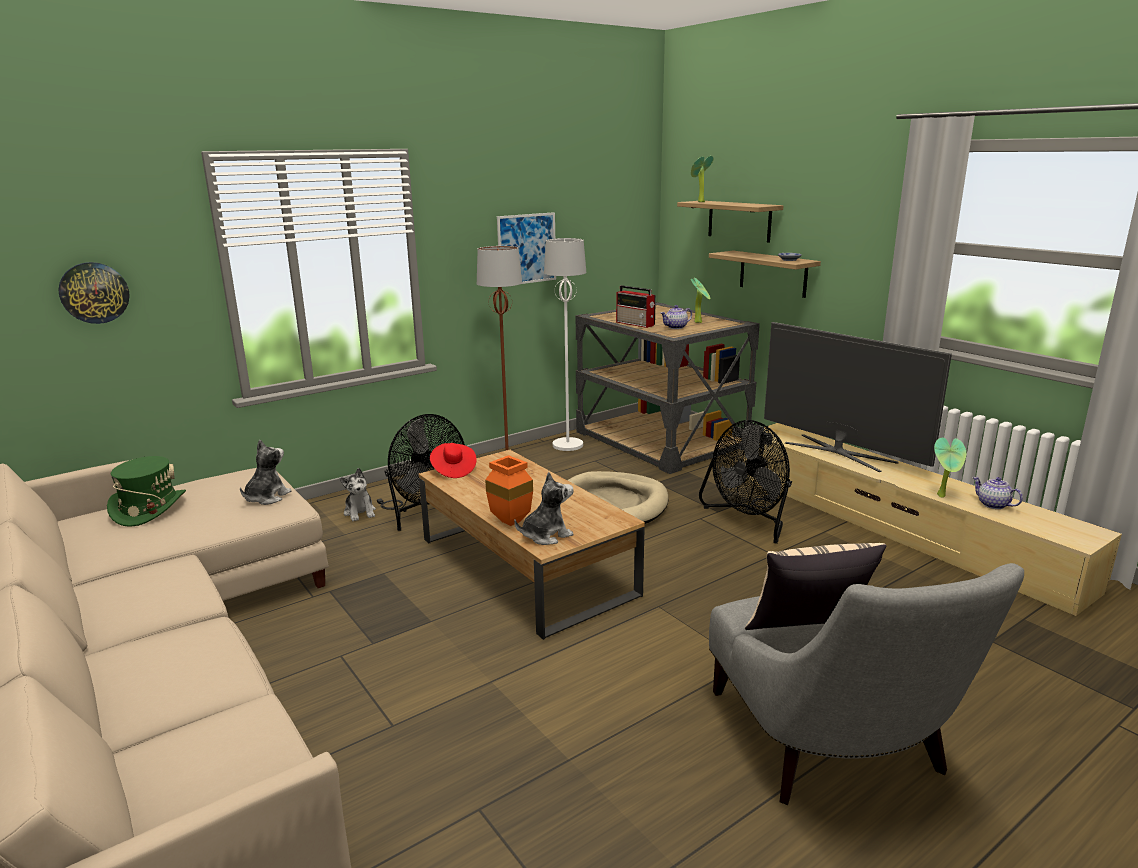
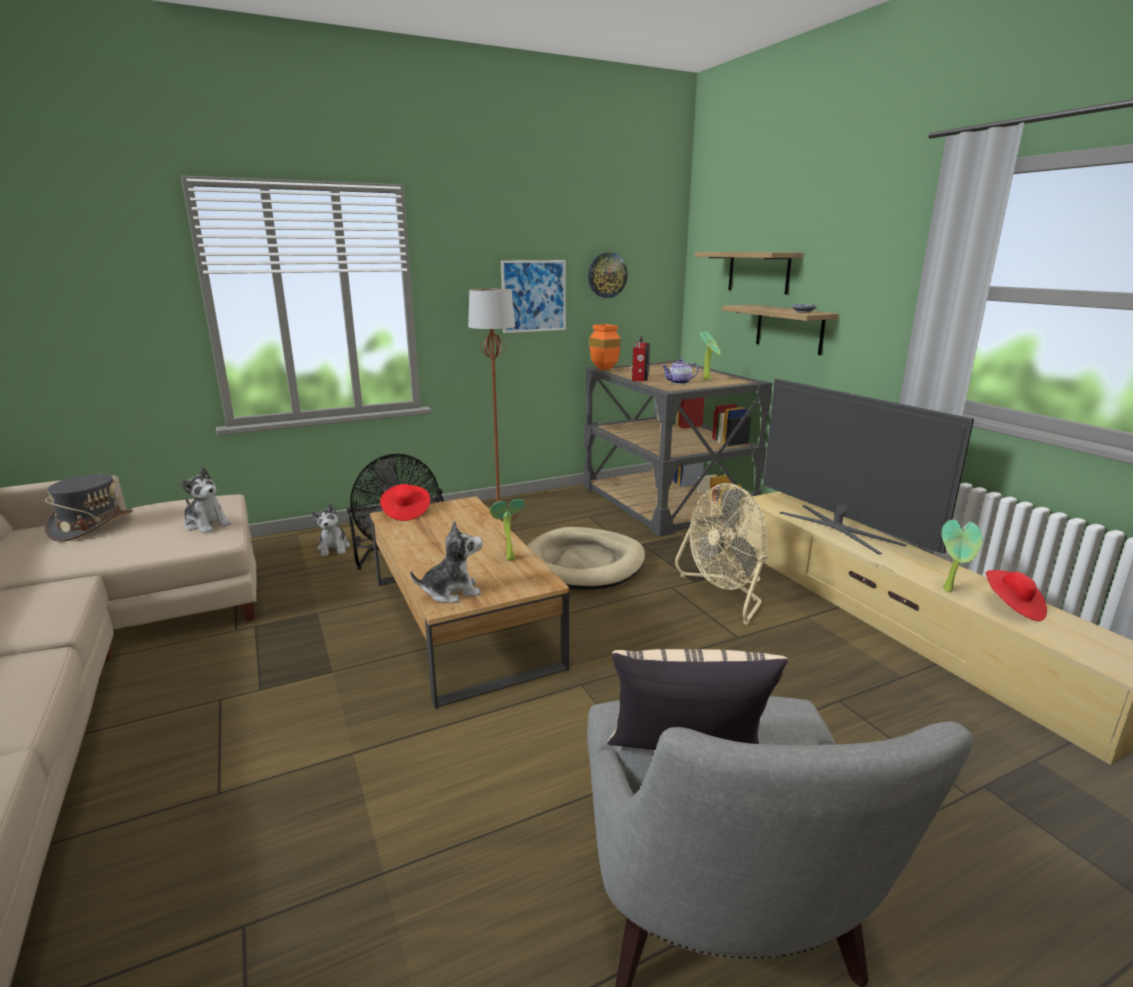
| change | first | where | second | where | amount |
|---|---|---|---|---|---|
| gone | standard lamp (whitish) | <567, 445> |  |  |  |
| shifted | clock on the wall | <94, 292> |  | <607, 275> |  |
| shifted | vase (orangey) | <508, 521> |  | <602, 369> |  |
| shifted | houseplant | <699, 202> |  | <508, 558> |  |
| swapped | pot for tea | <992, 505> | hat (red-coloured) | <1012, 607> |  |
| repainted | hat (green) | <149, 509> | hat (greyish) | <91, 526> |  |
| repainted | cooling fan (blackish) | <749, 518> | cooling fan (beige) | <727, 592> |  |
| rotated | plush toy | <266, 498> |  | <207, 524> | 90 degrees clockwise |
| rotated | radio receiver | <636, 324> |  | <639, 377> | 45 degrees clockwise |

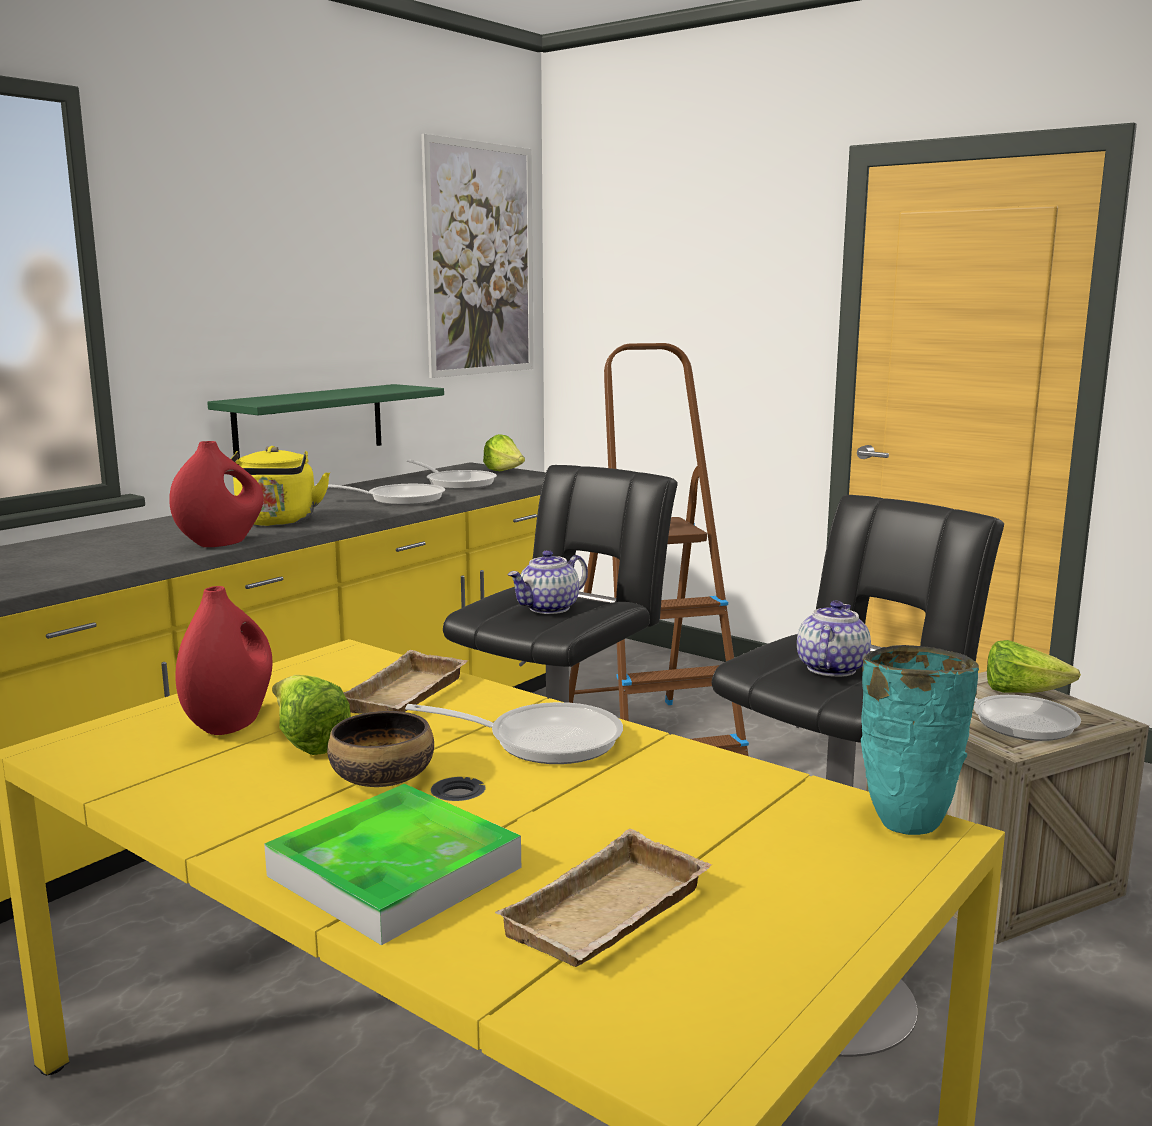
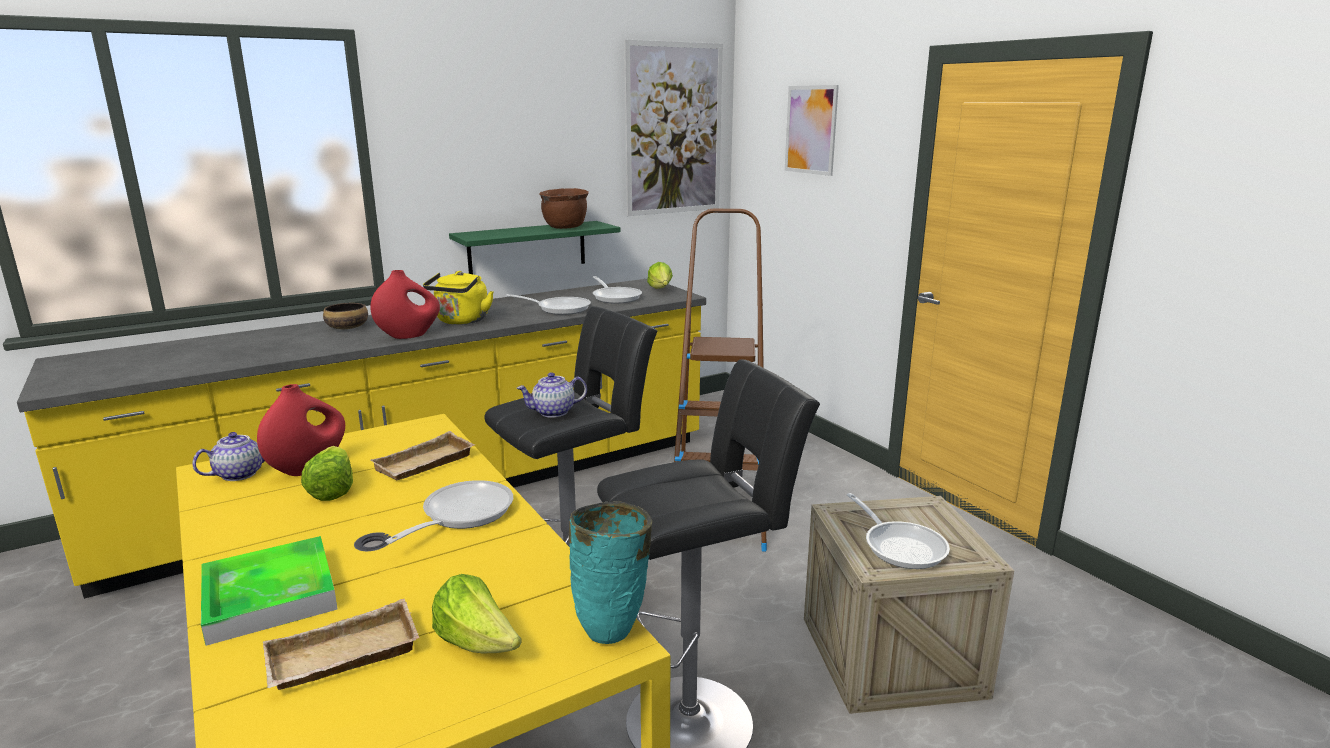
| change | first | where | second | where | amount |
|---|---|---|---|---|---|
| new |  |  | stockpot (brown) | <565, 227> |  |
| new |  |  | wall picture | <811, 130> |  |
| shifted | bowl | <382, 778> |  | <347, 327> |  |
| shifted | pot for tea | <830, 668> |  | <240, 474> |  |
| shifted | lettuce | <1021, 693> |  | <478, 643> |  |
| rotated | frying pan | <543, 740> |  | <462, 514> | 90 degrees counterclockwise |

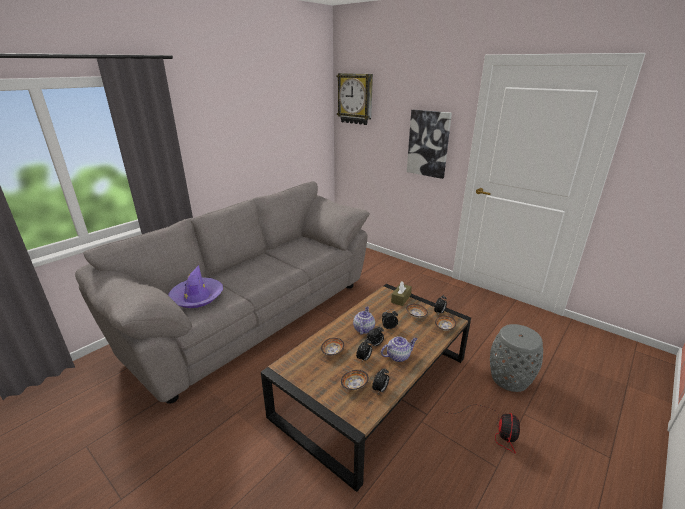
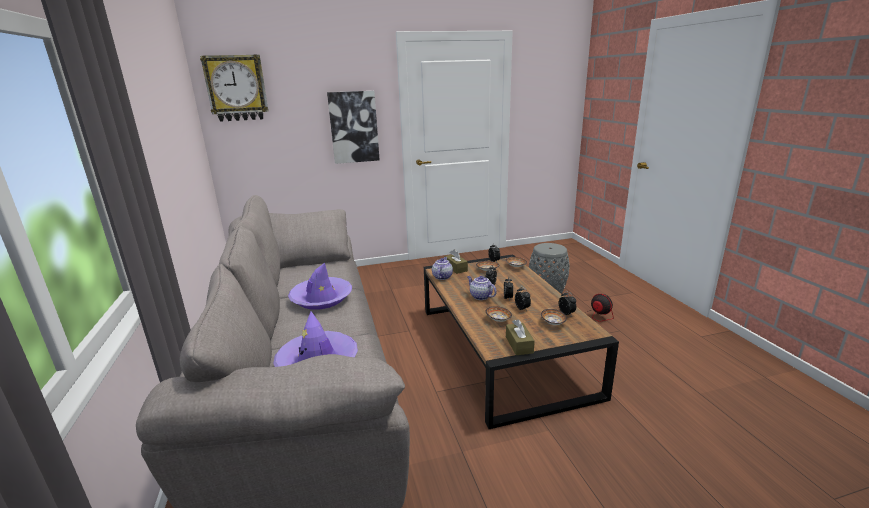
| change | first | where | second | where | amount |
|---|---|---|---|---|---|
| new |  |  | hat (purple-coloured) | <321, 298> |  |
| new |  |  | tissue holder (brown) | <519, 345> |  |
| shifted | pot for tea | <398, 356> |  | <442, 277> |  |

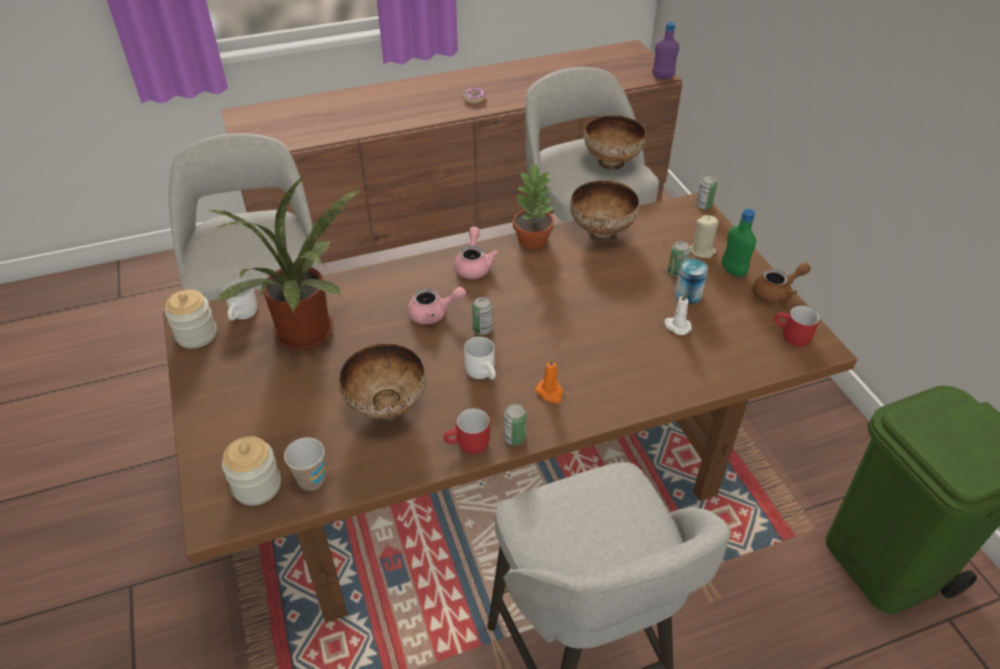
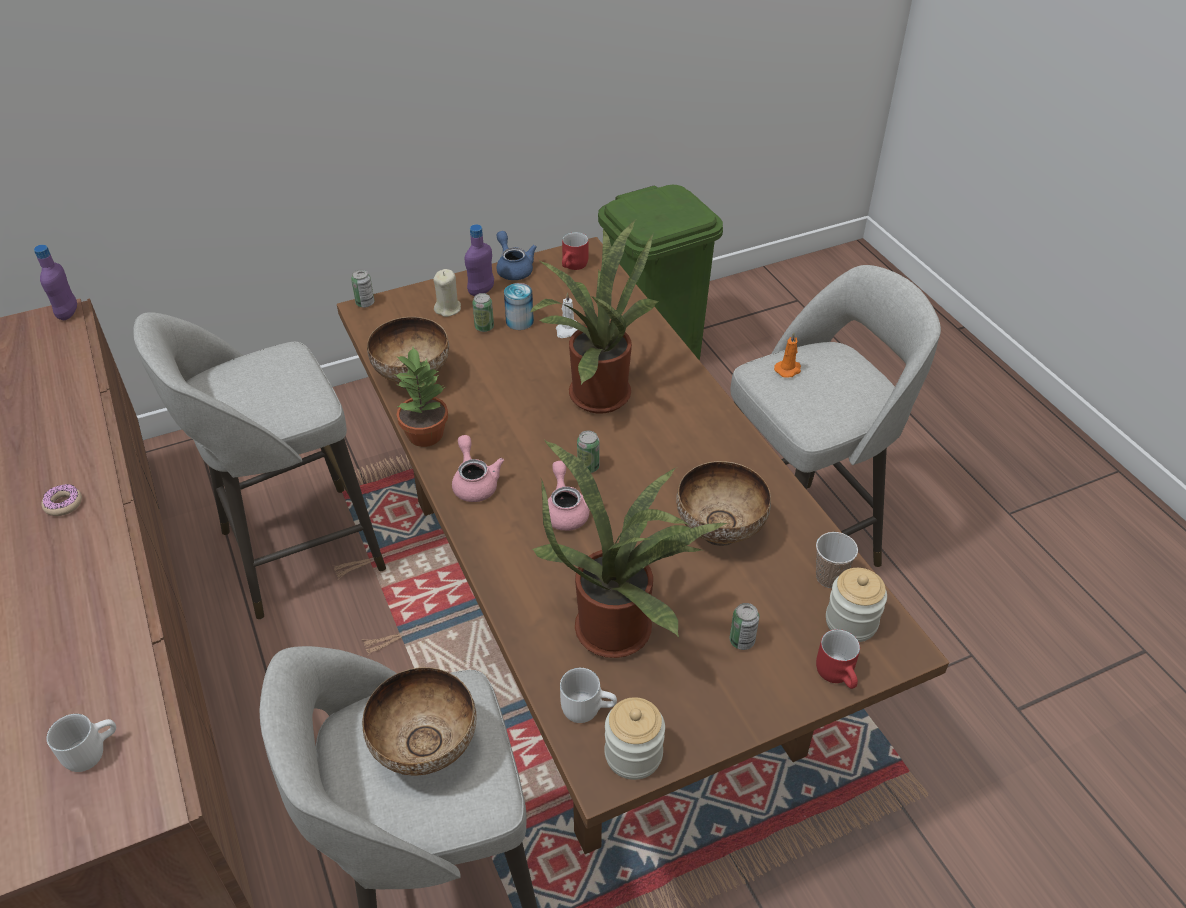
| change | first | where | second | where | amount |
|---|---|---|---|---|---|
| new |  |  | houseplant | <595, 392> |  |
| shifted | coffee mug (red-coloured) | <469, 446> |  | <839, 674> |  |
| shifted | coffee mug (whitish) | <484, 372> |  | <90, 750> |  |
| shifted | can | <514, 438> |  | <742, 641> |  |
| shifted | wax light (orangey) | <550, 392> |  | <788, 369> |  |
| shifted | bowl | <612, 163> |  | <426, 748> |  |
| repainted | drink bottle (green) | <733, 271> | drink bottle (purple-coloured) | <481, 291> |  |
| repainted | pot for tea (brown) | <776, 293> | pot for tea (blue-coloured) | <513, 268> |  |
| rotated | pot for tea (pink-coloured) | <474, 265> |  | <475, 482> | 75 degrees clockwise |

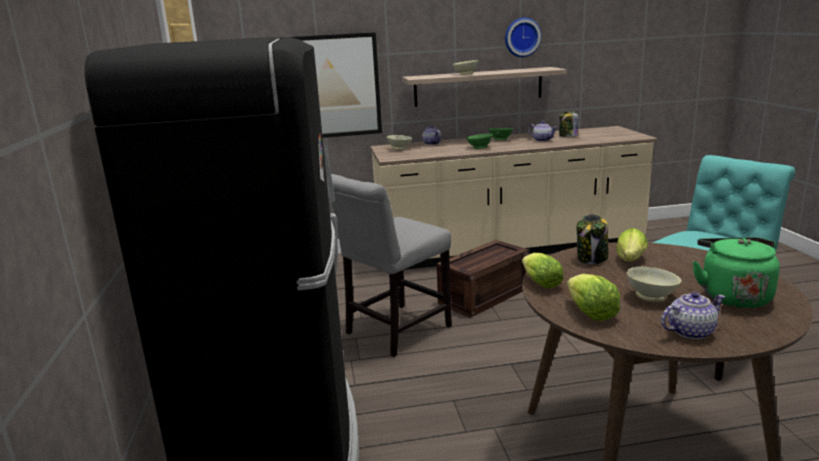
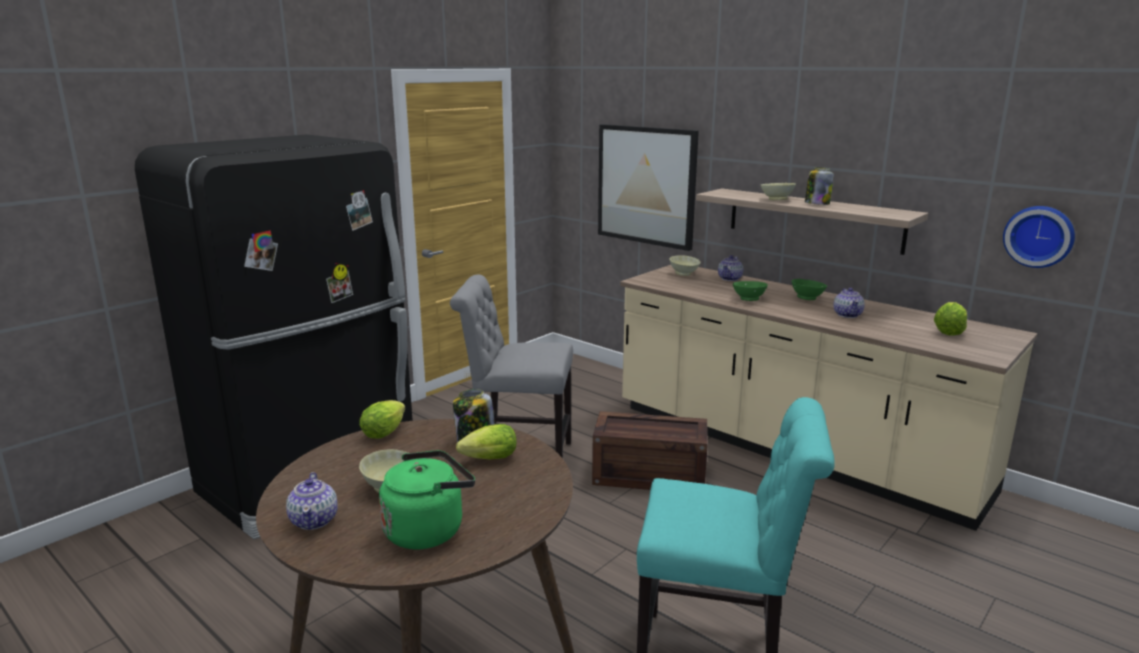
| change | first | where | second | where | amount |
|---|---|---|---|---|---|
| shifted | clock on the wall | <521, 37> |  | <1039, 236> |  |
| shifted | jar | <568, 136> |  | <817, 204> |  |
| shifted | lettuce | <590, 313> |  | <949, 331> |  |
| rotated | pot for tea | <689, 332> |  | <314, 520> | 45 degrees clockwise |

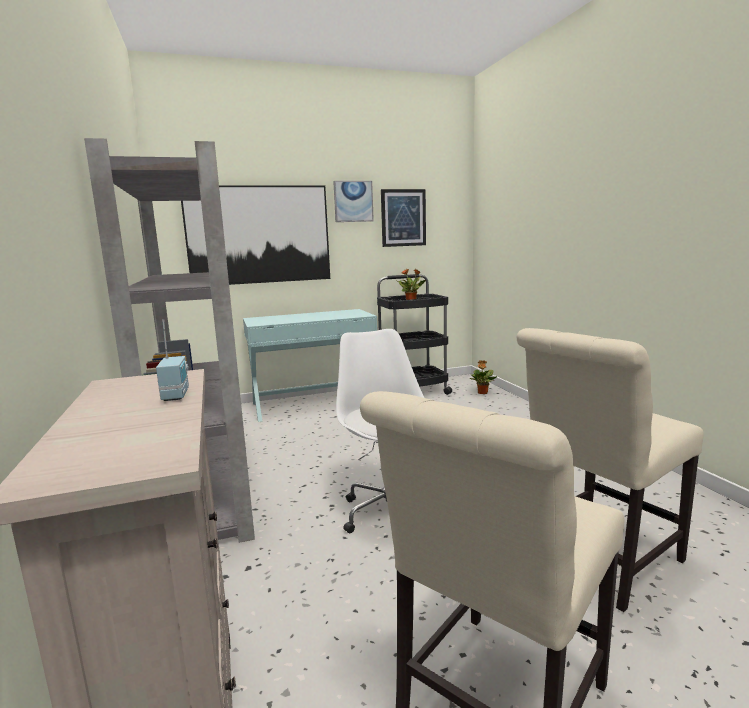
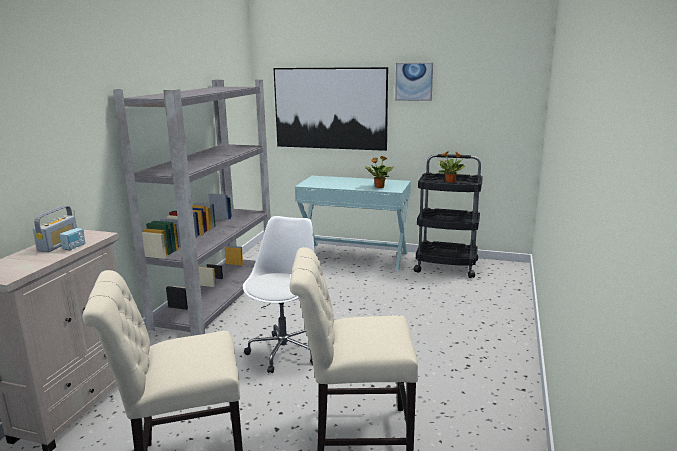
| change | first | where | second | where | amount |
|---|---|---|---|---|---|
| gone | wall picture | <403, 218> |  |  |  |
| new |  |  | radio receiver | <58, 244> |  |
| shifted | houseplant | <482, 393> |  | <379, 187> |  |

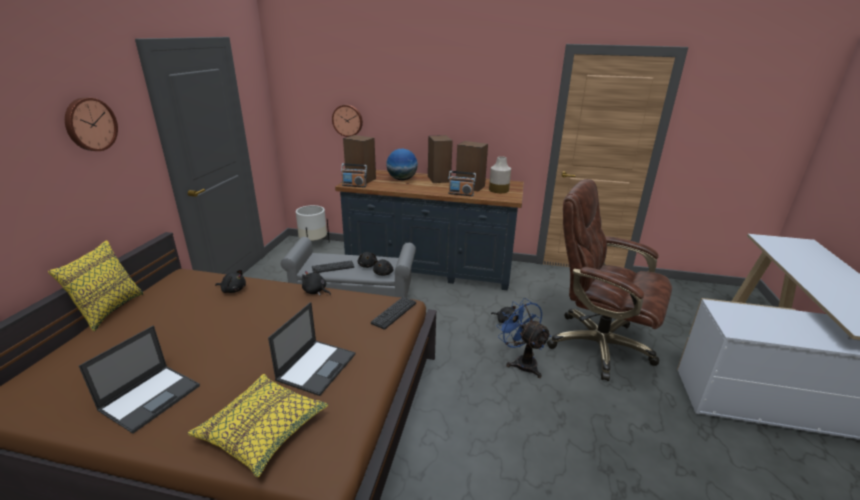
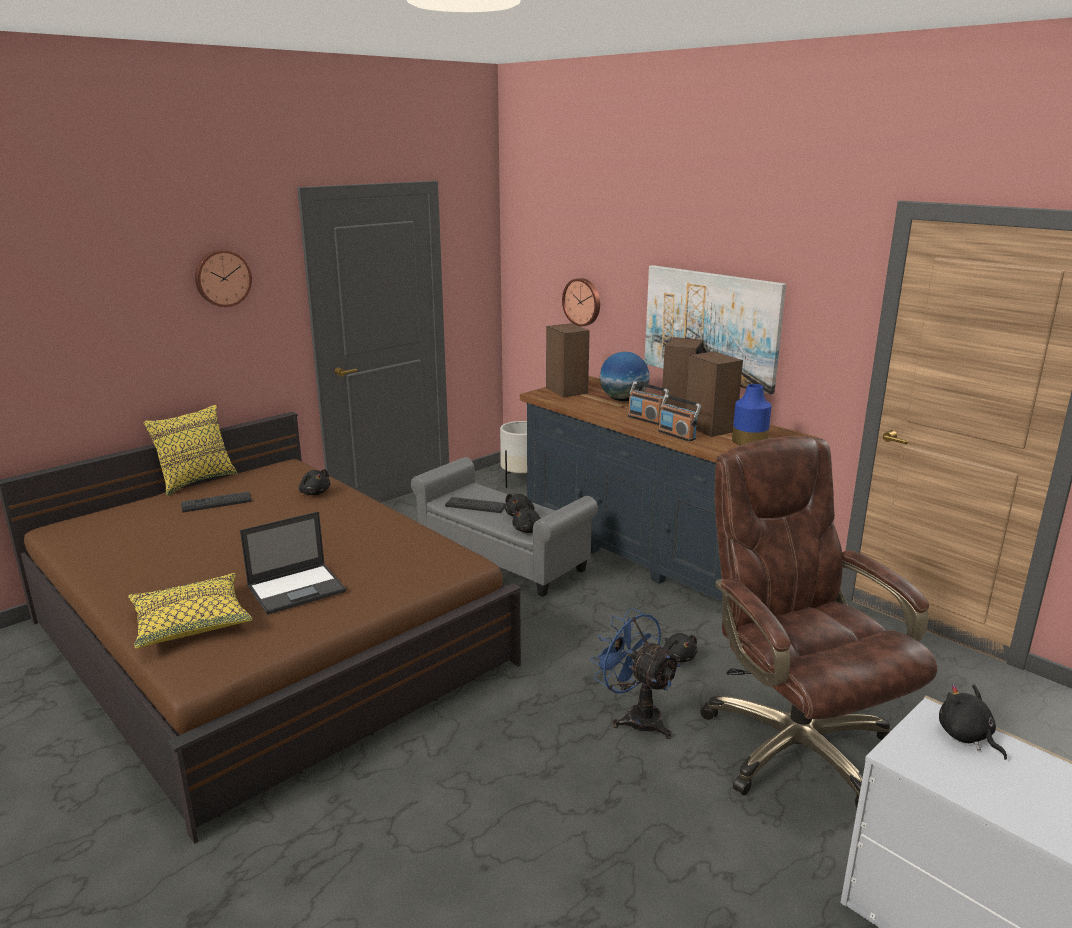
| change | first | where | second | where | amount |
|---|---|---|---|---|---|
| gone | laptop | <151, 397> |  |  |  |
| new |  |  | wall picture | <711, 326> |  |
| shifted | plush toy (blackish) | <316, 291> |  | <966, 736> |  |
| shifted | radio receiver | <354, 185> |  | <646, 419> |  |
| shifted | PC keyboard | <394, 313> |  | <216, 503> |  |
| repainted | vase (beige) | <498, 190> | vase (blue-coloured) | <749, 441> |  |
| rotated | cooling fan (blue-coloured) | <521, 362> |  | <636, 716> | 45 degrees counterclockwise |

